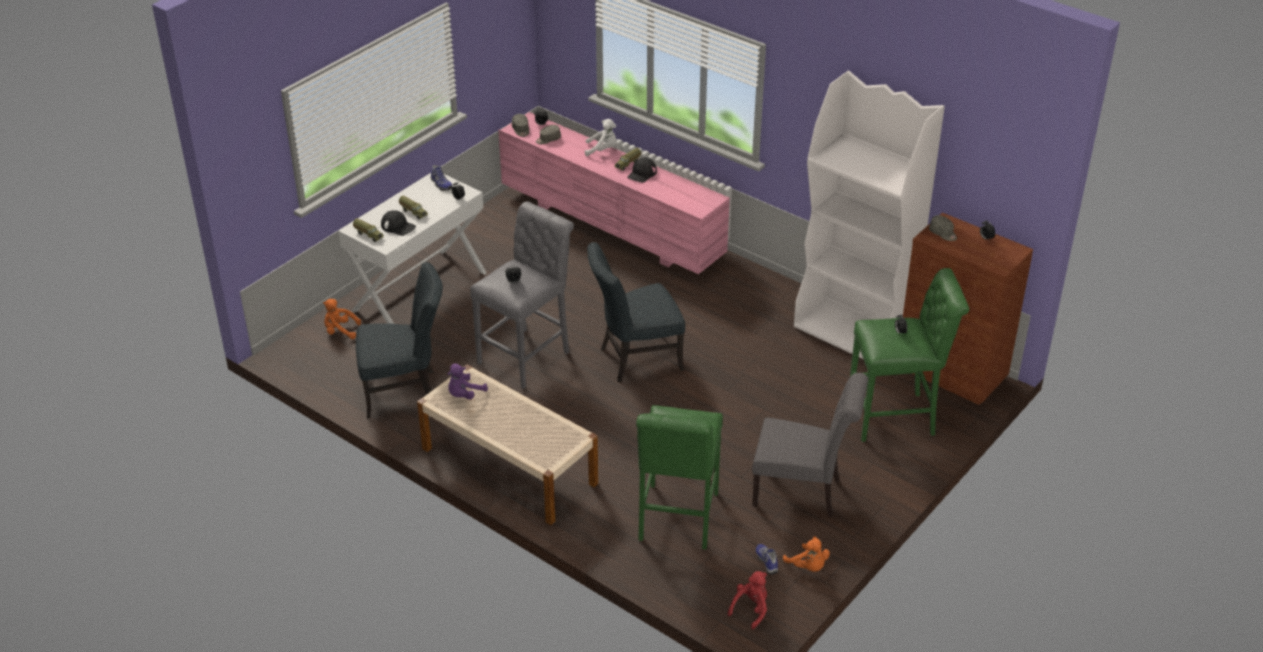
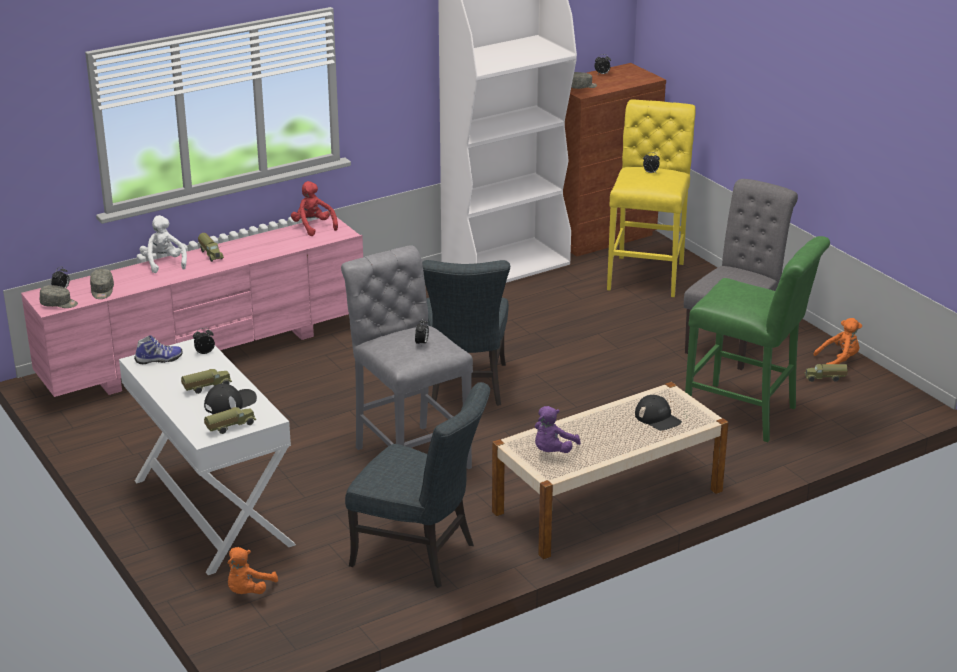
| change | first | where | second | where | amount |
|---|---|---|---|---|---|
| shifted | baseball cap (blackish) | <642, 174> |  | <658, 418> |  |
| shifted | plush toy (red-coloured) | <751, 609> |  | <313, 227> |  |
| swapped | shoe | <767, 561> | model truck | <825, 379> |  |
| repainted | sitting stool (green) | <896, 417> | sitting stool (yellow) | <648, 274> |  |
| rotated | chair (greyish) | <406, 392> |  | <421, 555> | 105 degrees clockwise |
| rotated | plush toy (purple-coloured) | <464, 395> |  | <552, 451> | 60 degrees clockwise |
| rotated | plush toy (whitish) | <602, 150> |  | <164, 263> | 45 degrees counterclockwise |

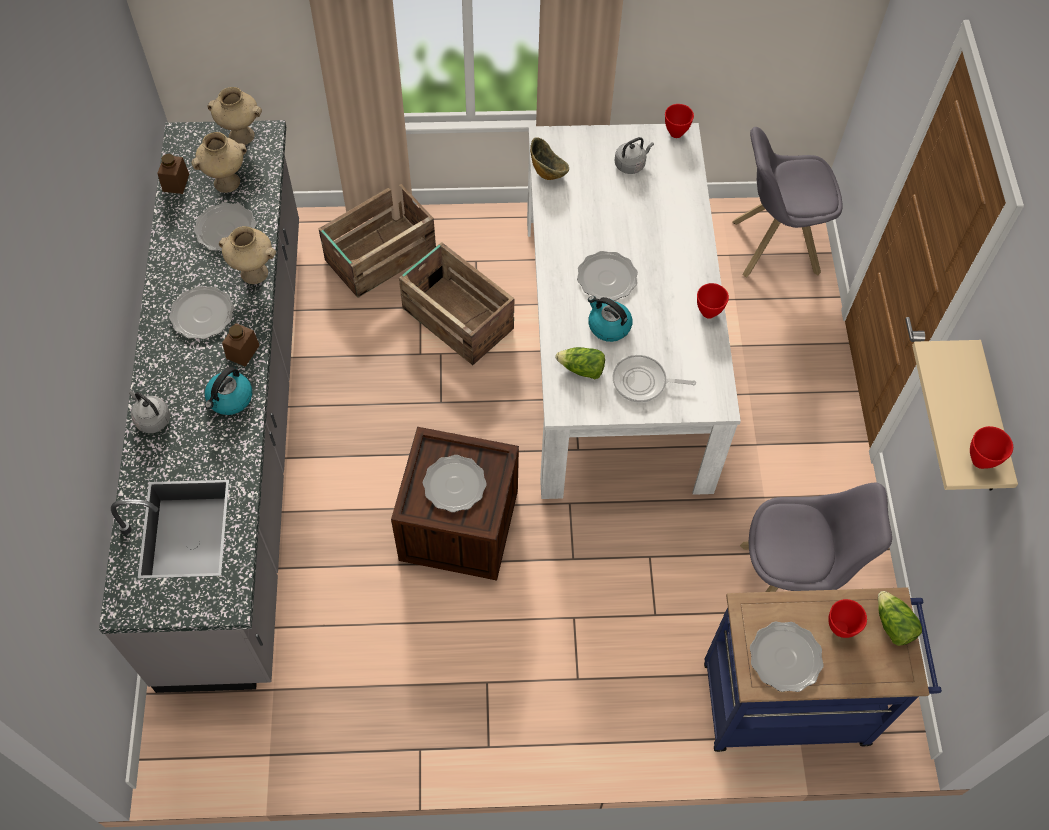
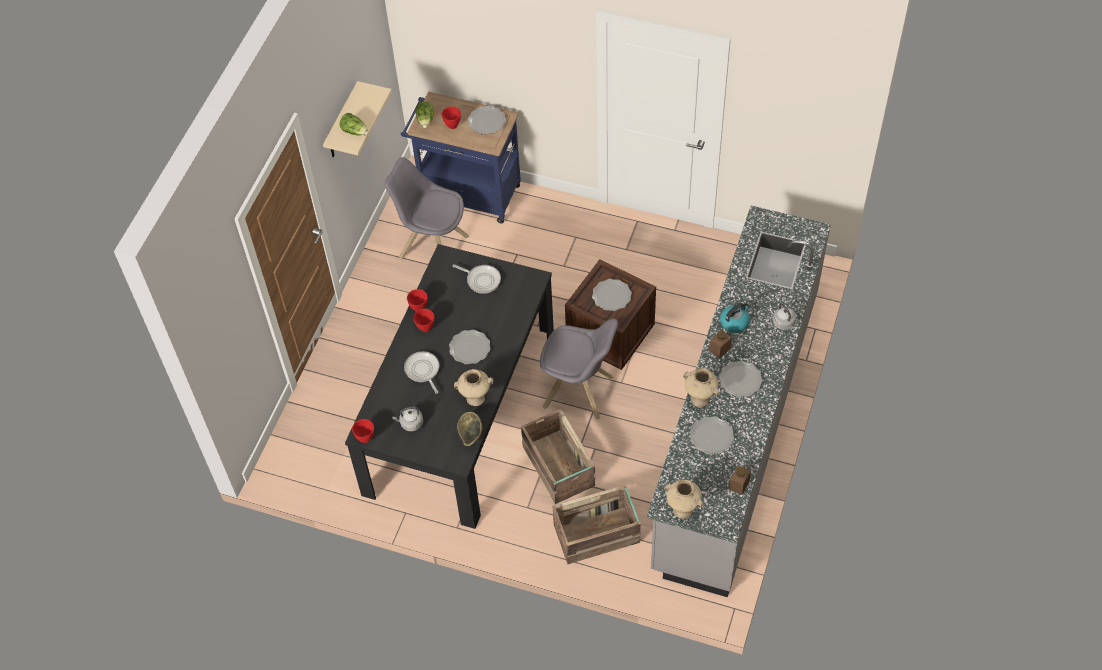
| change | first | where | second | where | amount |
|---|---|---|---|---|---|
| gone | water kettle | <608, 326> |  |  |  |
| new |  |  | frying pan | <423, 370> |  |
| shifted | vase (beige) | <227, 181> |  | <475, 399> |  |
| shifted | lettuce | <582, 369> |  | <355, 131> |  |
| shifted | chair (greyish) | <774, 246> |  | <579, 391> |  |
| shifted | bowl (red-coloured) | <979, 460> |  | <426, 328> |  |
| repainted | dinner table (whitish) | <614, 349> | dinner table (blackish) | <460, 412> |  |

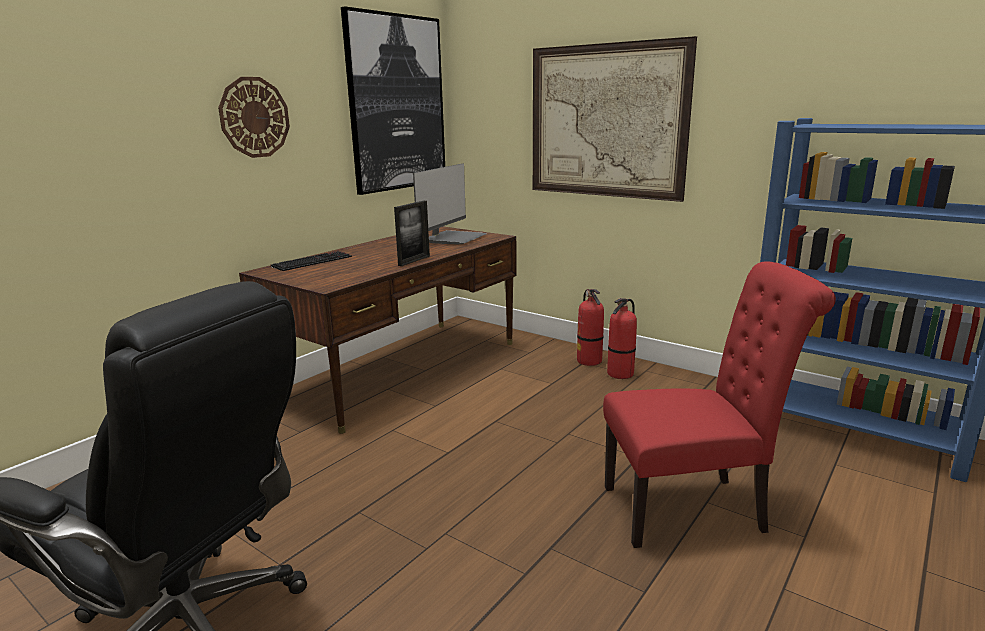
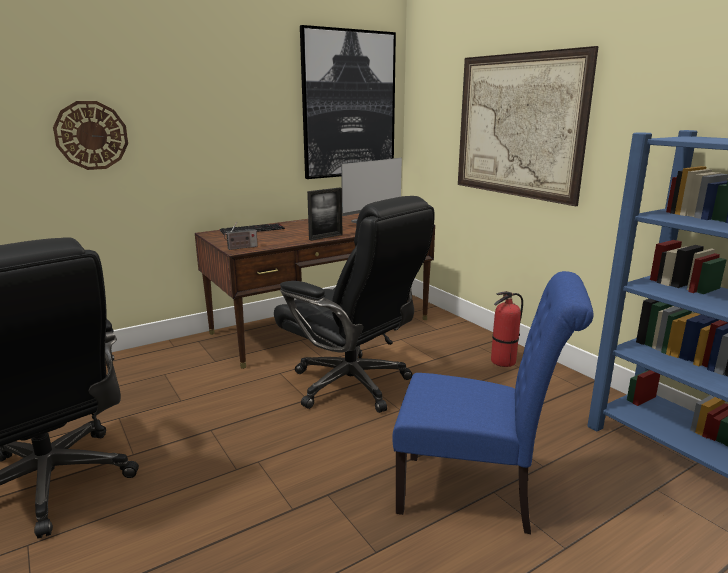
| change | first | where | second | where | amount |
|---|---|---|---|---|---|
| gone | extinguisher | <589, 361> |  |  |  |
| new |  |  | radio receiver | <241, 248> |  |
| new |  |  | computer chair (blackish) | <351, 384> |  |
| shifted | clock on the wall | <254, 117> |  | <91, 135> |  |
| repainted | chair (red-coloured) | <693, 509> | chair (blue-coloured) | <475, 494> |  |

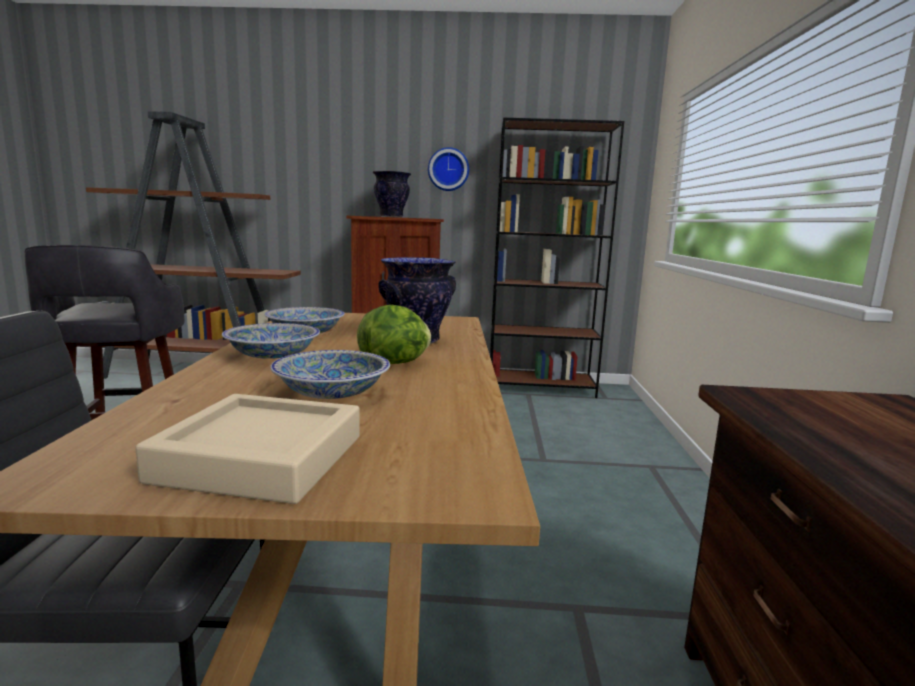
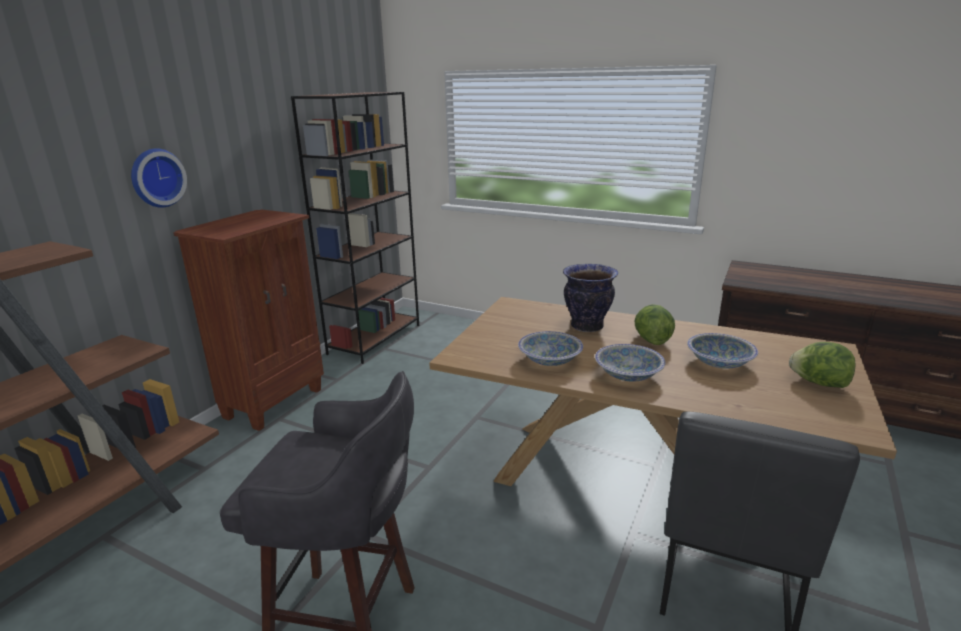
| change | first | where | second | where | amount |
|---|---|---|---|---|---|
| gone | vase | <391, 216> |  |  |  |
| shifted | clock on the wall | <448, 169> |  | <156, 178> |  |
| swapped | carrying tray (beige) | <261, 458> | lettuce | <818, 383> |  |

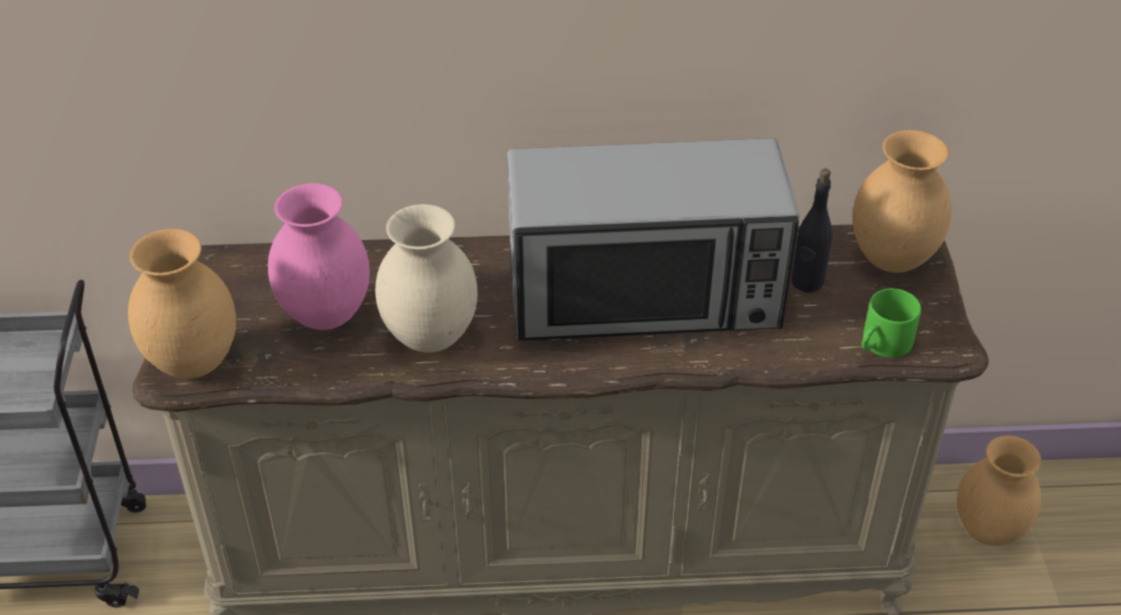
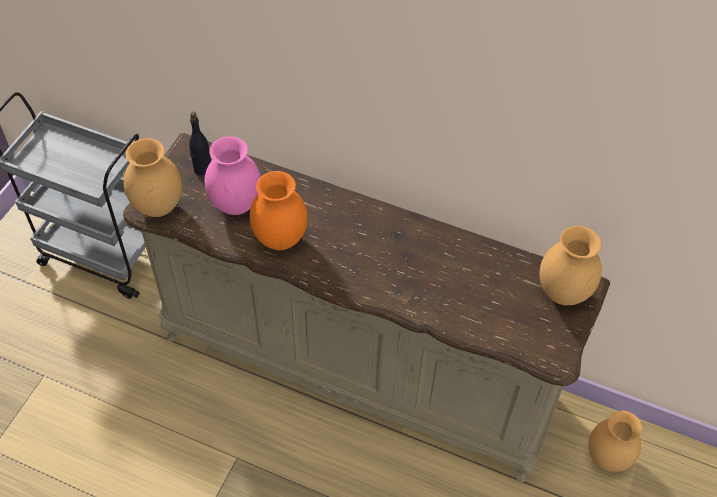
| change | first | where | second | where | amount |
|---|---|---|---|---|---|
| gone | kitchen microwave | <645, 295> |  |  |  |
| gone | coffee mug (green) | <882, 345> |  |  |  |
| shifted | drink bottle (blackish) | <807, 282> |  | <202, 169> |  |
| repainted | vase (beige) | <429, 338> | vase (orangey) | <279, 239> |  |

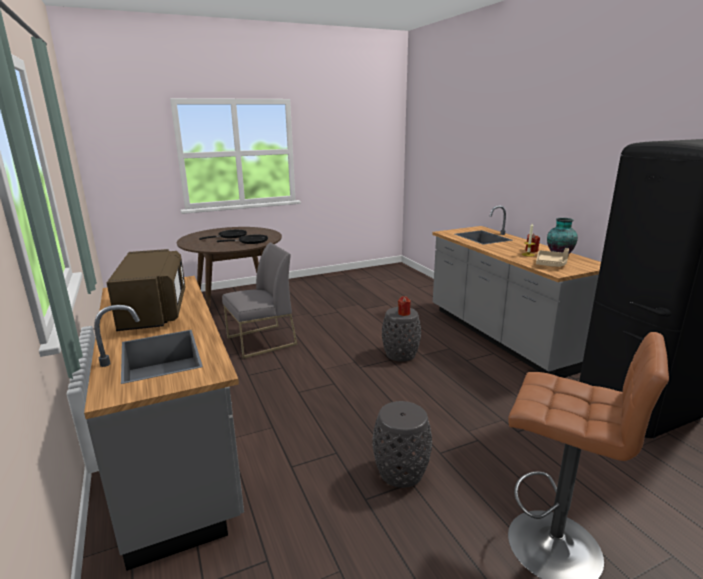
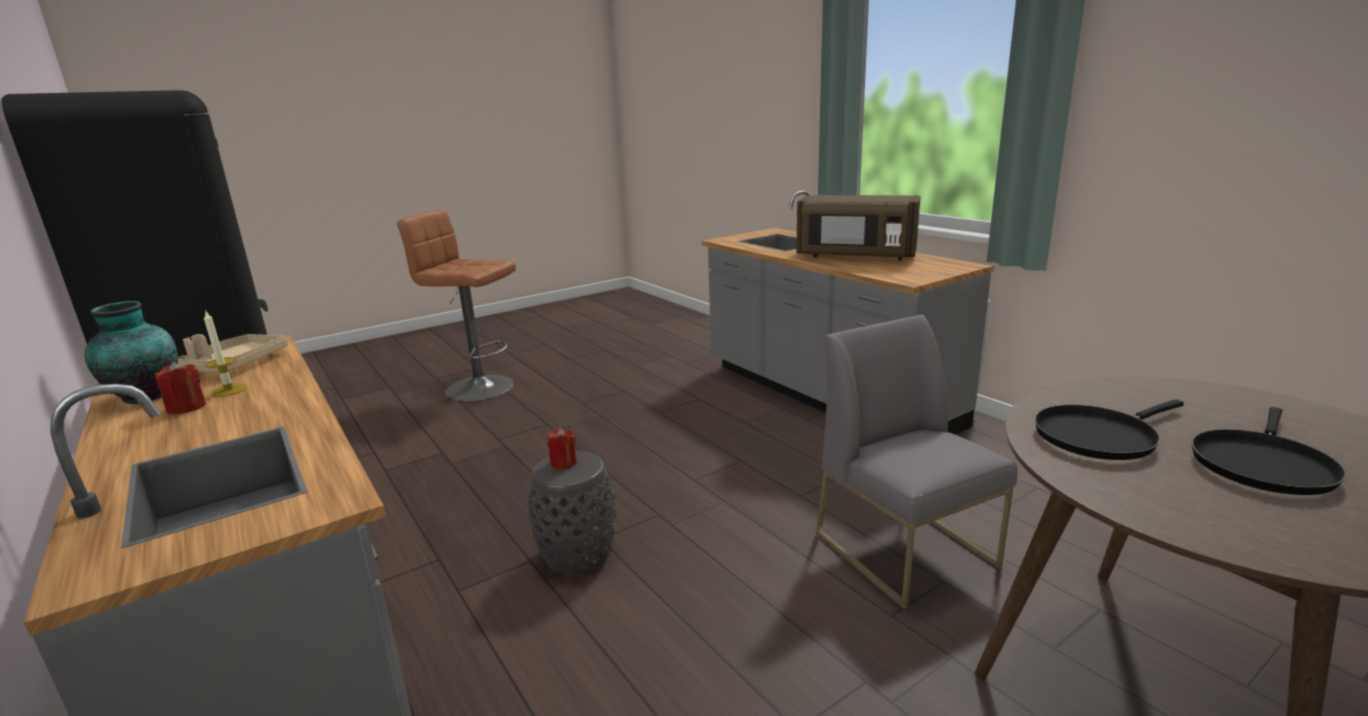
| change | first | where | second | where | amount |
|---|---|---|---|---|---|
| gone | sitting stool (greyish) | <400, 472> |  |  |  |
| rotated | kitchen microwave (brown) | <155, 311> |  | <855, 256> | 45 degrees counterclockwise |
| rotated | chair (greyish) | <261, 341> |  | <906, 550> | 105 degrees clockwise |

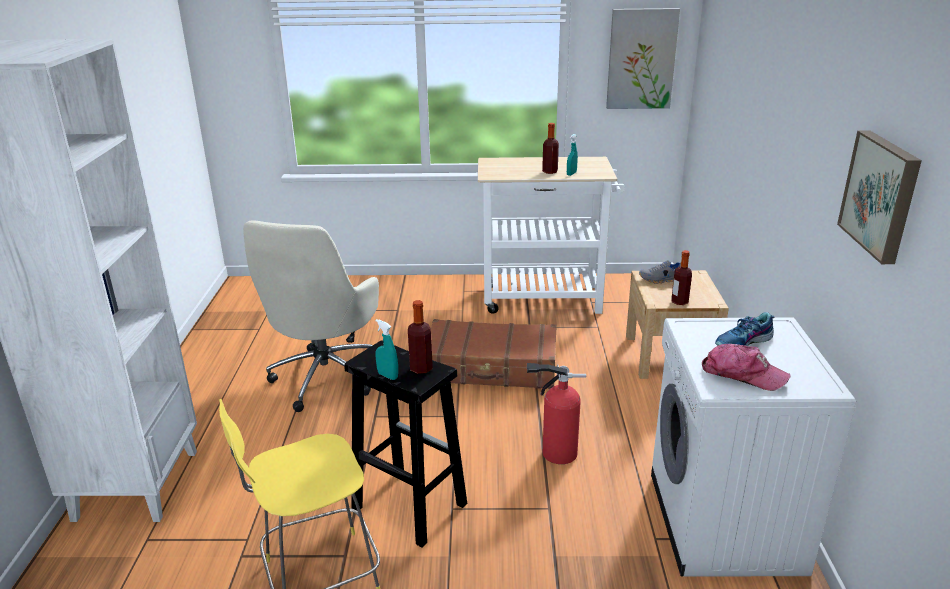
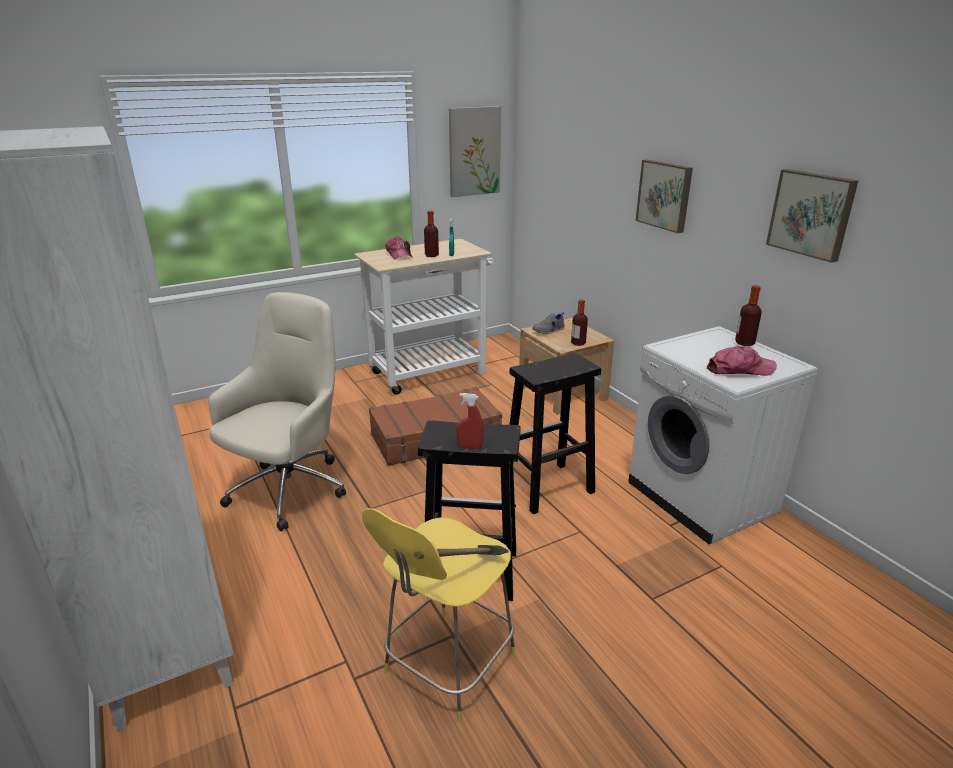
| change | first | where | second | where | amount |
|---|---|---|---|---|---|
| gone | shoe | <743, 343> |  |  |  |
| new |  |  | baseball cap | <399, 254> |  |
| new |  |  | tool hammer | <464, 578> |  |
| new |  |  | wall picture | <665, 195> |  |
| shifted | drink bottle | <421, 368> |  | <744, 343> |  |
| swapped | extinguisher | <555, 453> | sitting stool (blackish) | <547, 488> |  |
| repainted | sprayer (turquoise-coloured) | <387, 376> | sprayer (red-coloured) | <470, 447> |  |
| rotated | computer chair (beige) | <325, 378> |  | <290, 490> | 135 degrees counterclockwise |

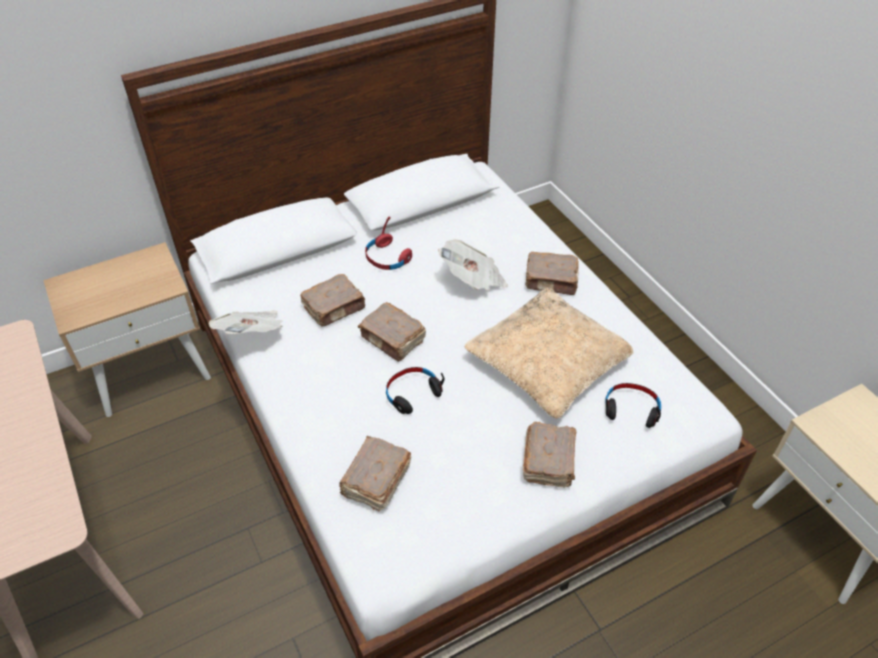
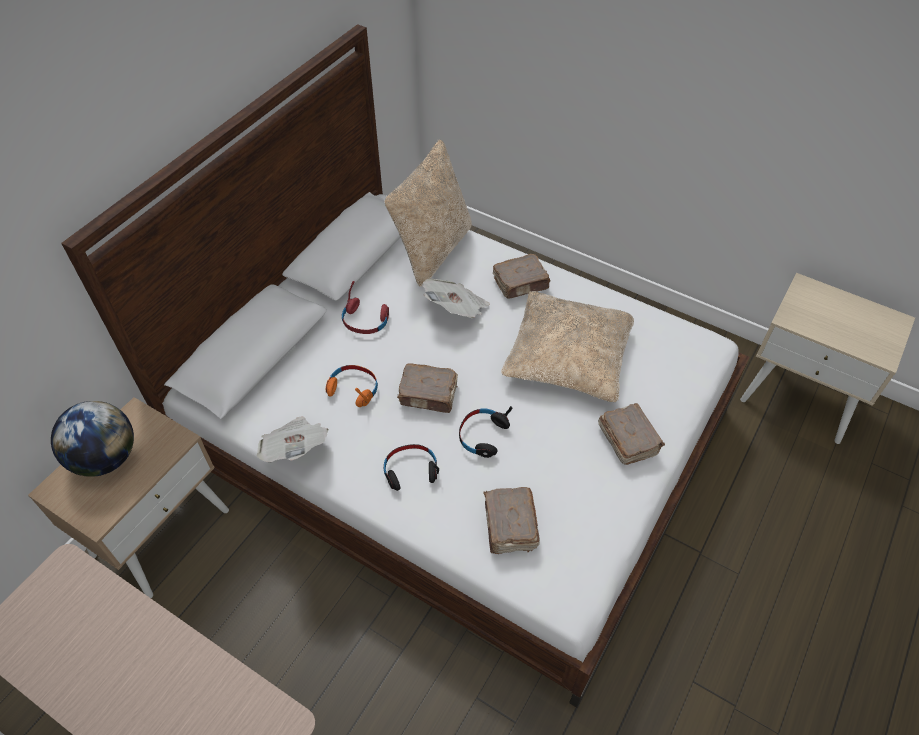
| change | first | where | second | where | amount |
|---|---|---|---|---|---|
| new |  |  | globe | <106, 458> |  |
| new |  |  | pillow (beige) | <434, 252> |  |
| shifted | pair of headphones (blackish) | <631, 409> |  | <410, 470> |  |
| swapped | bound book (brown) | <335, 308> | pair of headphones (orangey) | <353, 389> |  |

